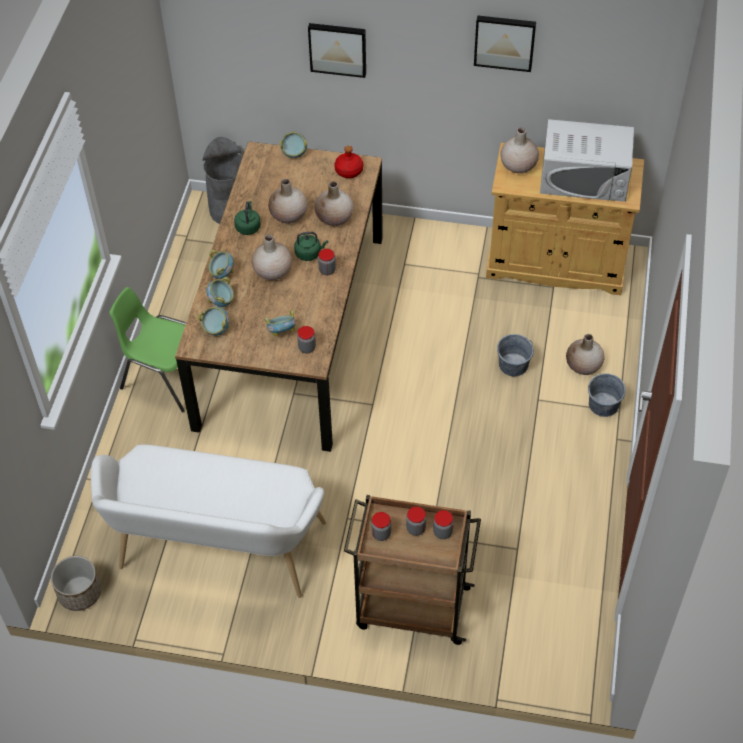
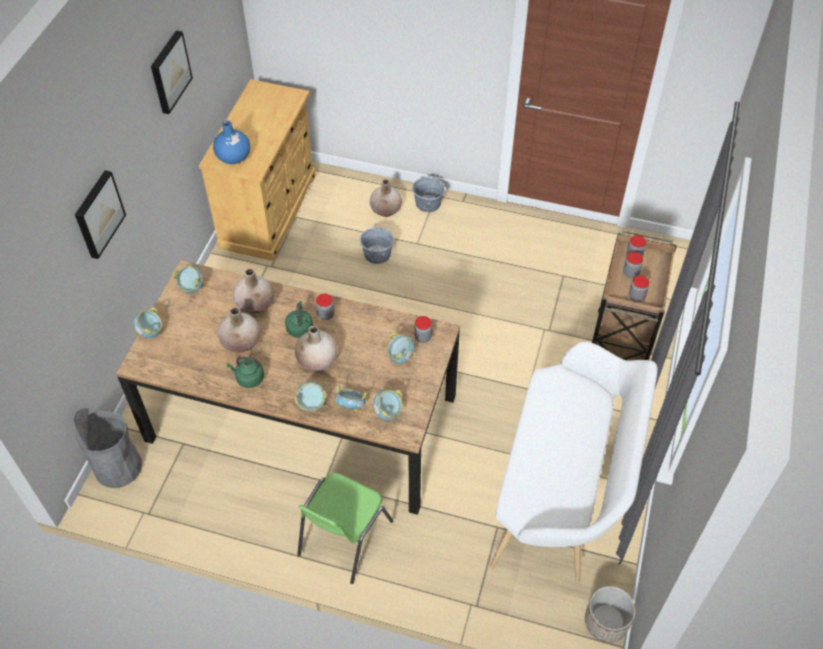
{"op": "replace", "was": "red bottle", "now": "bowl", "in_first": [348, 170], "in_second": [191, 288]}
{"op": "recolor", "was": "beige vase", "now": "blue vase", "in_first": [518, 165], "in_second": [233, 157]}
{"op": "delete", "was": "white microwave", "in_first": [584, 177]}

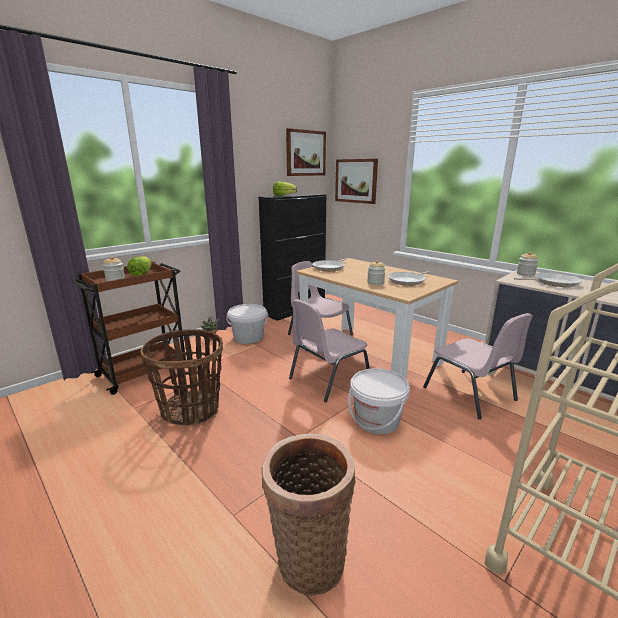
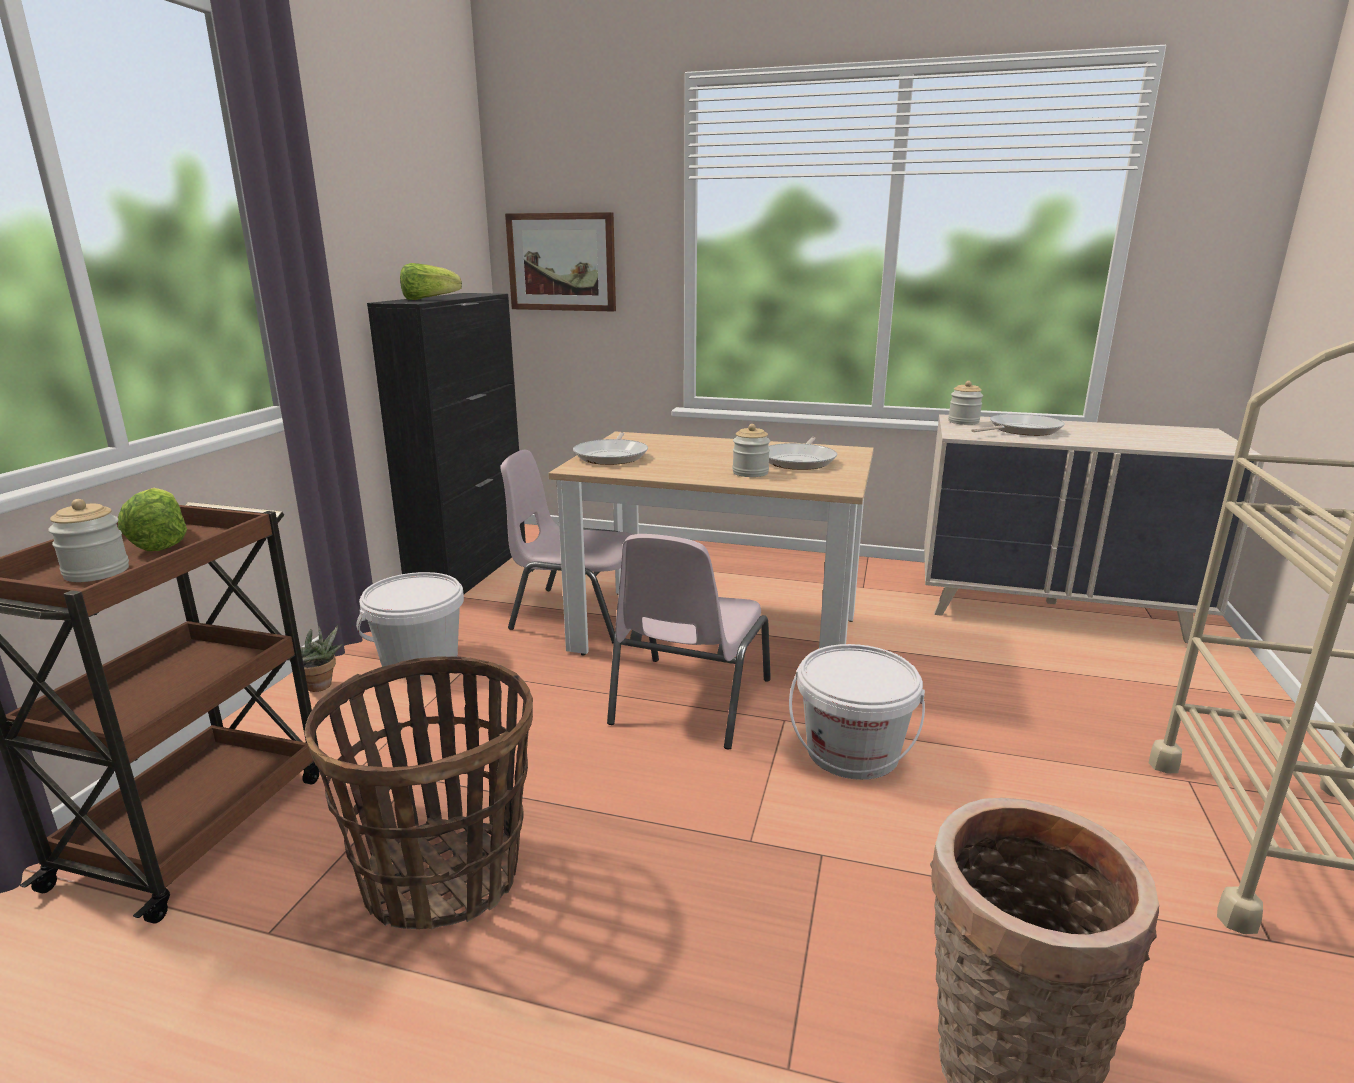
{"op": "delete", "was": "picture", "in_first": [305, 153]}
{"op": "delete", "was": "pink chair", "in_first": [470, 394]}

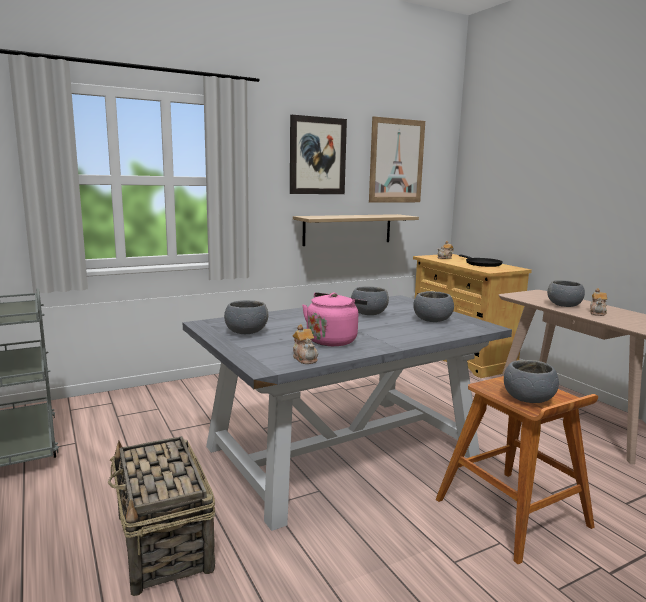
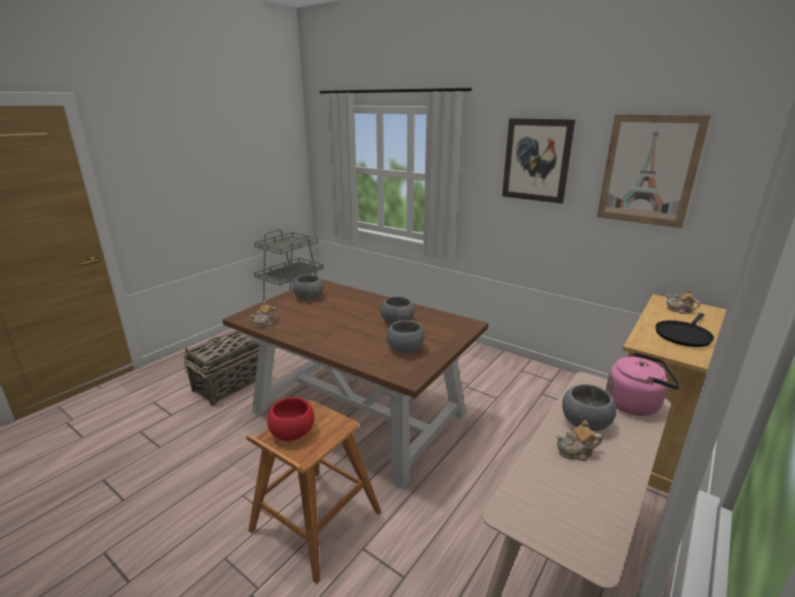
{"op": "recolor", "was": "grey dining table", "now": "brown dining table", "in_first": [343, 450], "in_second": [359, 412]}
{"op": "delete", "was": "shelf", "in_first": [347, 229]}
{"op": "move", "was": "pink kettle", "in_first": [333, 340], "in_second": [635, 404]}
{"op": "recolor", "was": "grey bowl", "now": "red bowl", "in_first": [528, 399], "in_second": [292, 433]}

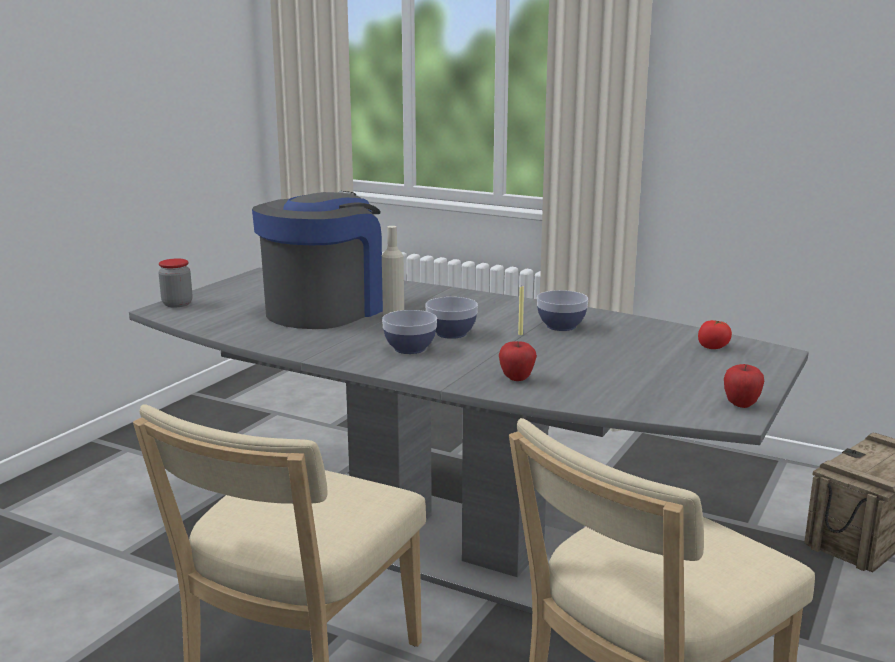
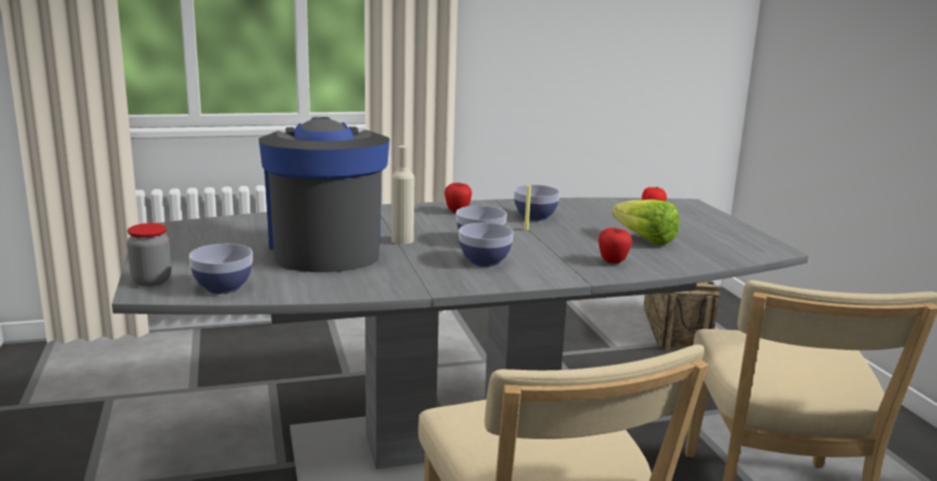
{"op": "move", "was": "apple", "in_first": [741, 405], "in_second": [457, 212]}
{"op": "insert", "now": "bowl", "in_second": [223, 287]}
{"op": "insert", "now": "lettuce", "in_second": [641, 238]}

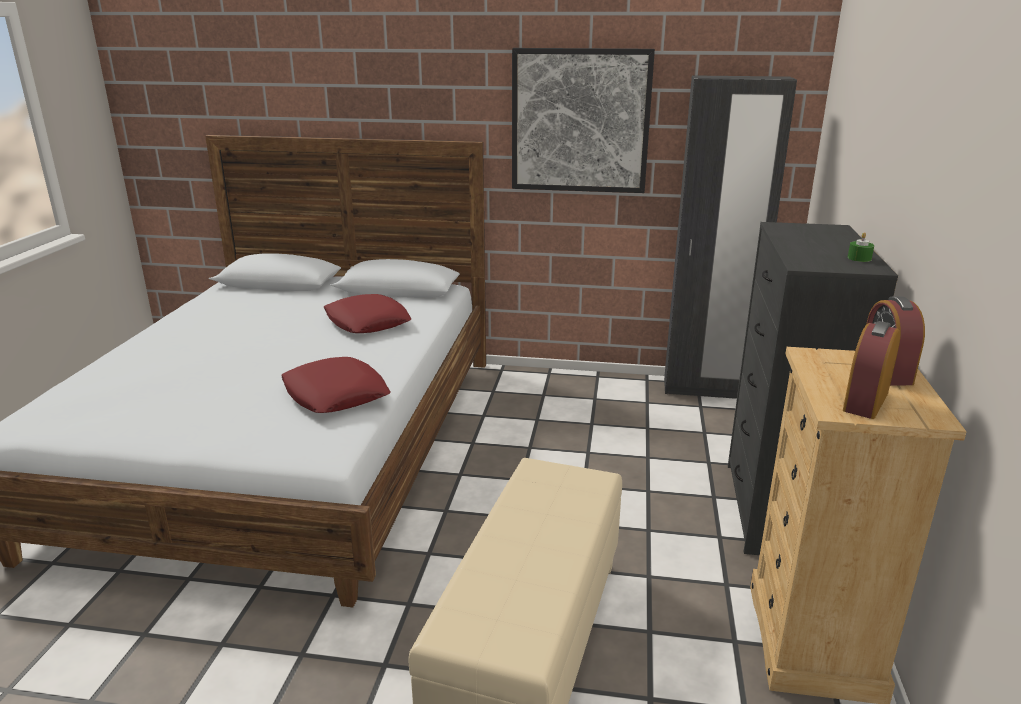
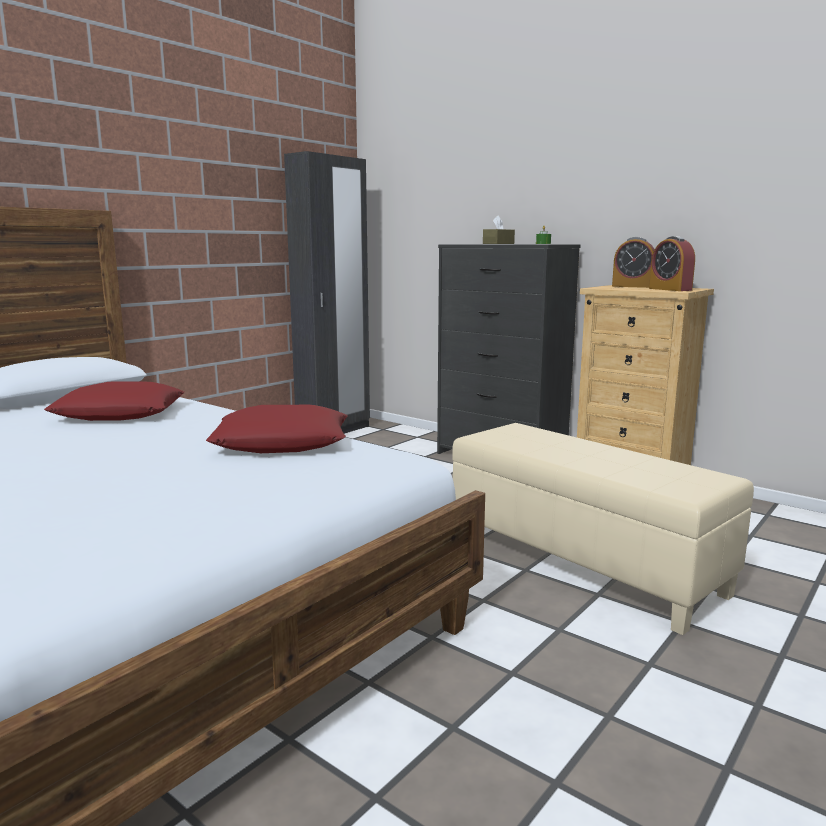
{"op": "delete", "was": "picture", "in_first": [580, 121]}
{"op": "insert", "now": "brown tissue box", "in_second": [498, 244]}

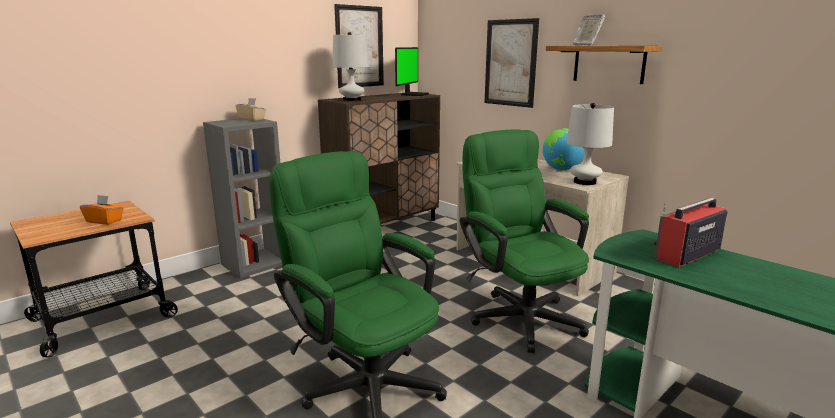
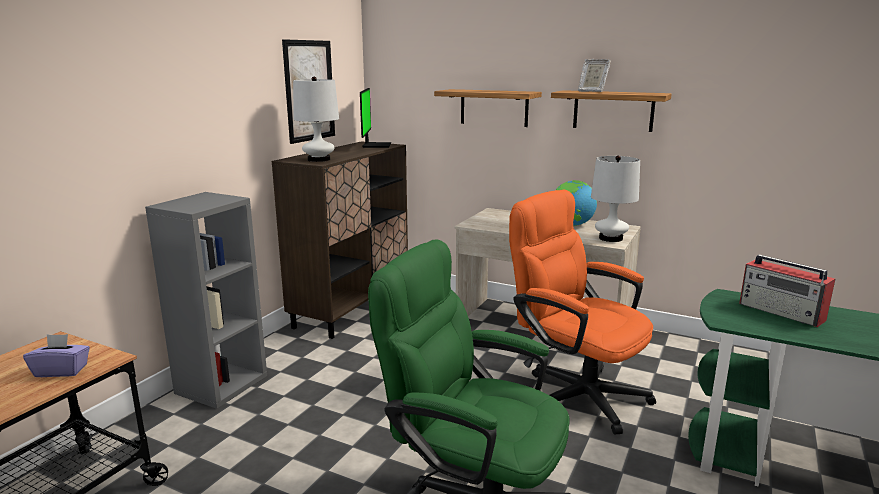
{"op": "recolor", "was": "orange tissue box", "now": "purple tissue box", "in_first": [104, 221], "in_second": [61, 371]}
{"op": "delete", "was": "beige tissue box", "in_first": [252, 119]}
{"op": "recolor", "was": "green office chair", "now": "orange office chair", "in_first": [519, 314], "in_second": [575, 392]}
{"op": "replace", "was": "picture", "now": "shelf", "in_first": [510, 63], "in_second": [494, 107]}
{"op": "rotate", "was": "radio", "in_first": [686, 254], "in_second": [782, 312], "clockwise": -75}

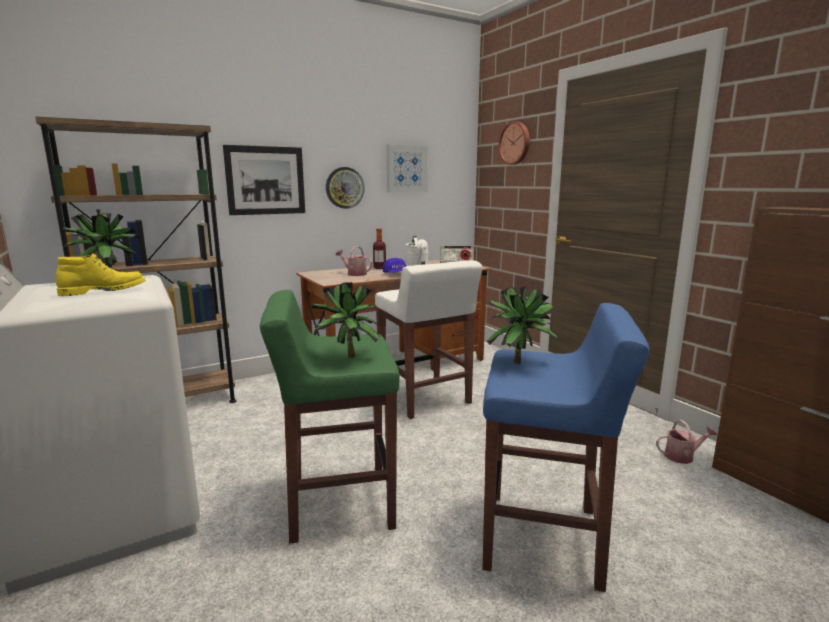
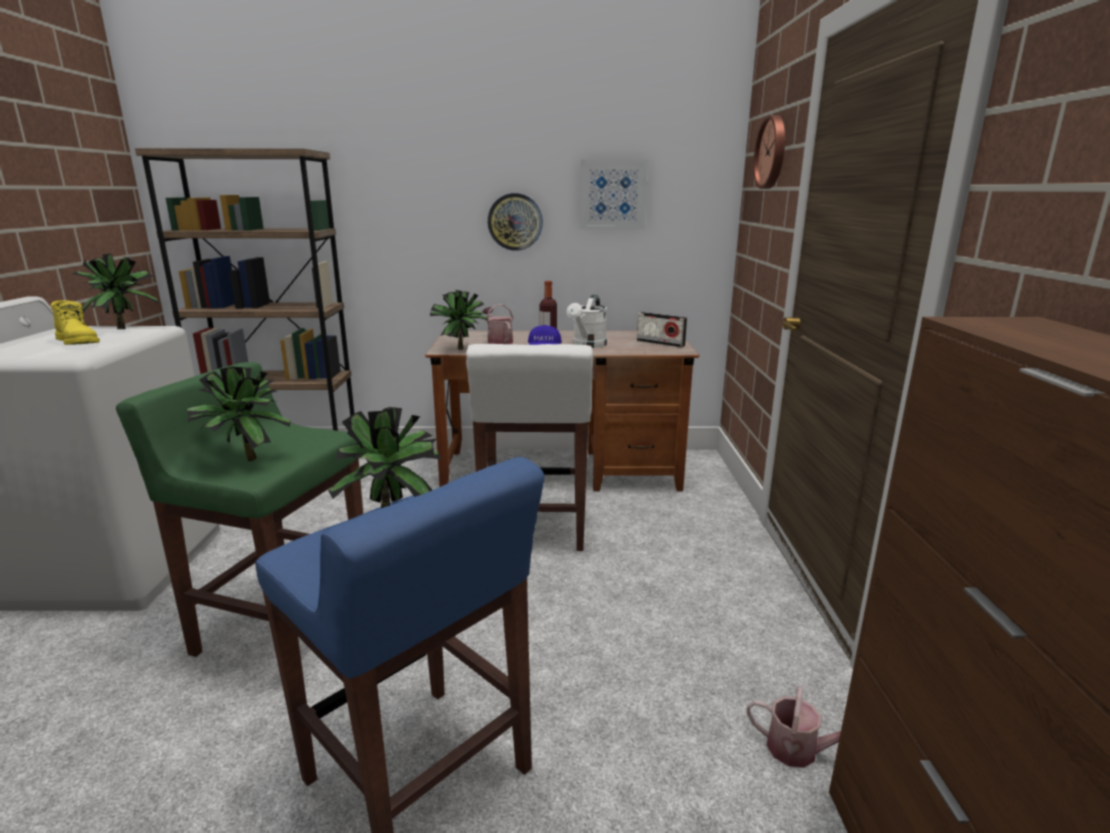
{"op": "rotate", "was": "yellow boot", "in_first": [104, 291], "in_second": [79, 342], "clockwise": 45}
{"op": "delete", "was": "picture", "in_first": [265, 180]}
{"op": "insert", "now": "potted plant", "in_second": [462, 350]}

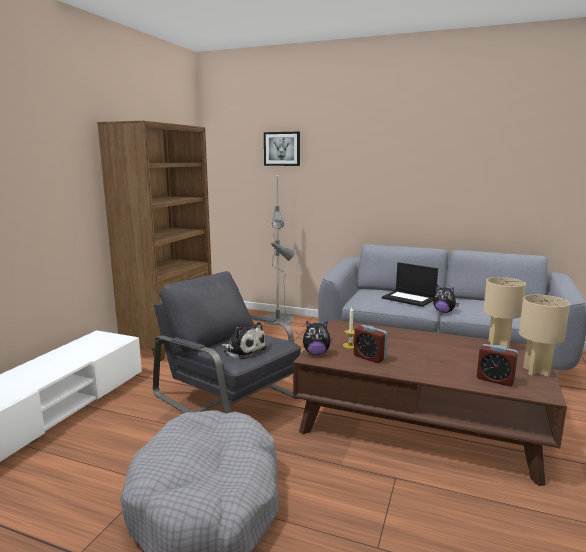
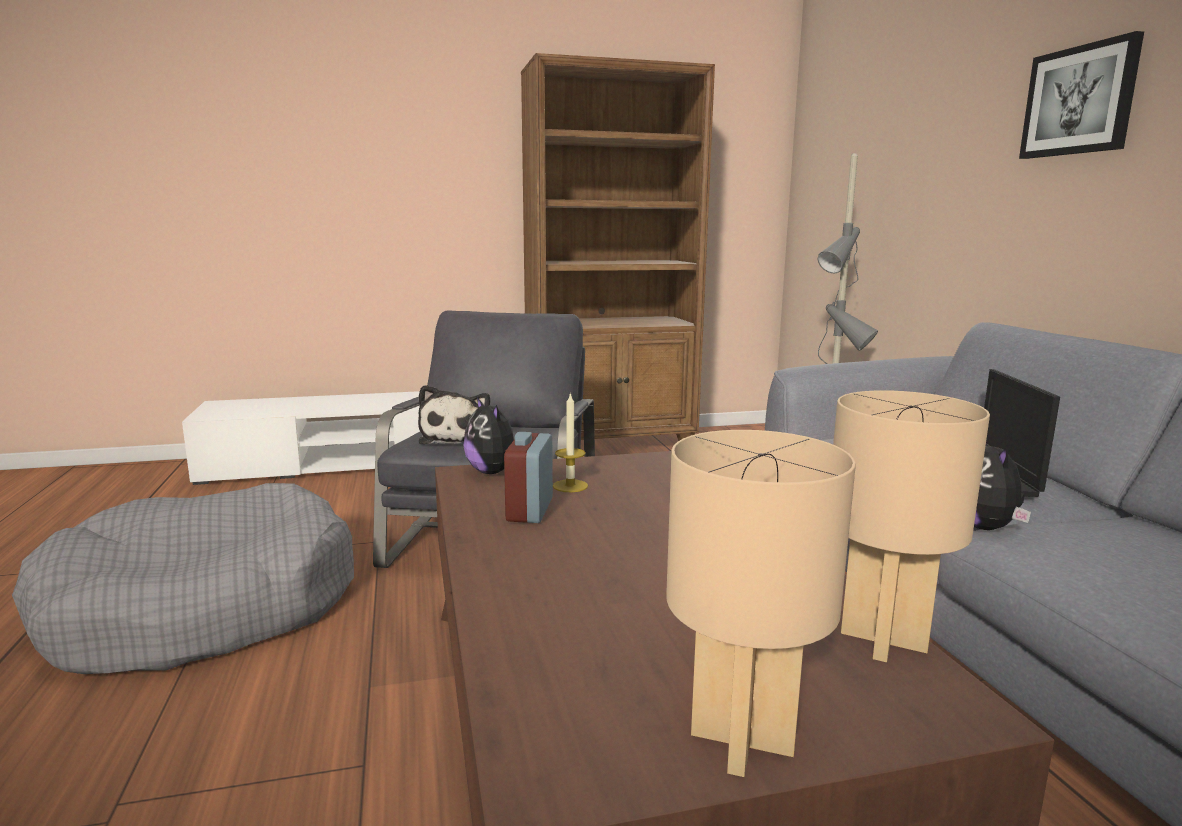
{"op": "move", "was": "picture", "in_first": [282, 149], "in_second": [1079, 101]}
{"op": "delete", "was": "alarm clock", "in_first": [495, 380]}

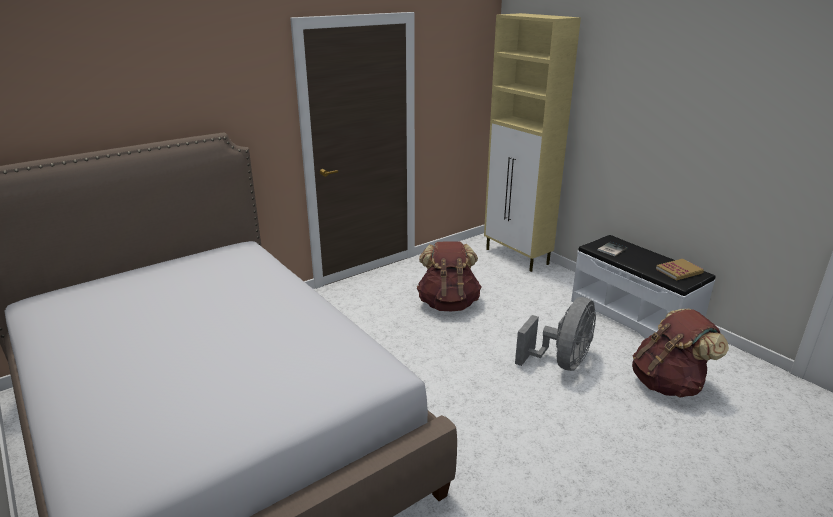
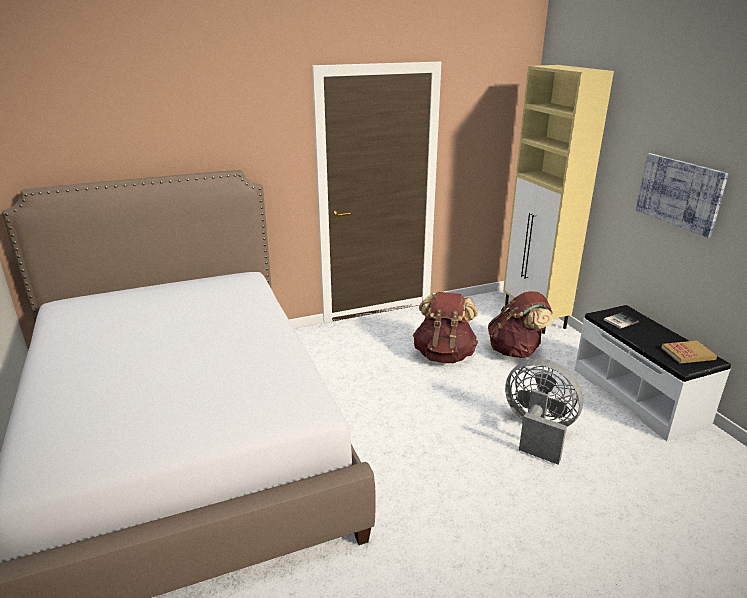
{"op": "rotate", "was": "grey fan", "in_first": [561, 362], "in_second": [538, 432], "clockwise": -105}
{"op": "move", "was": "brown backpack", "in_first": [668, 384], "in_second": [516, 351]}
{"op": "insert", "now": "picture", "in_second": [679, 193]}

